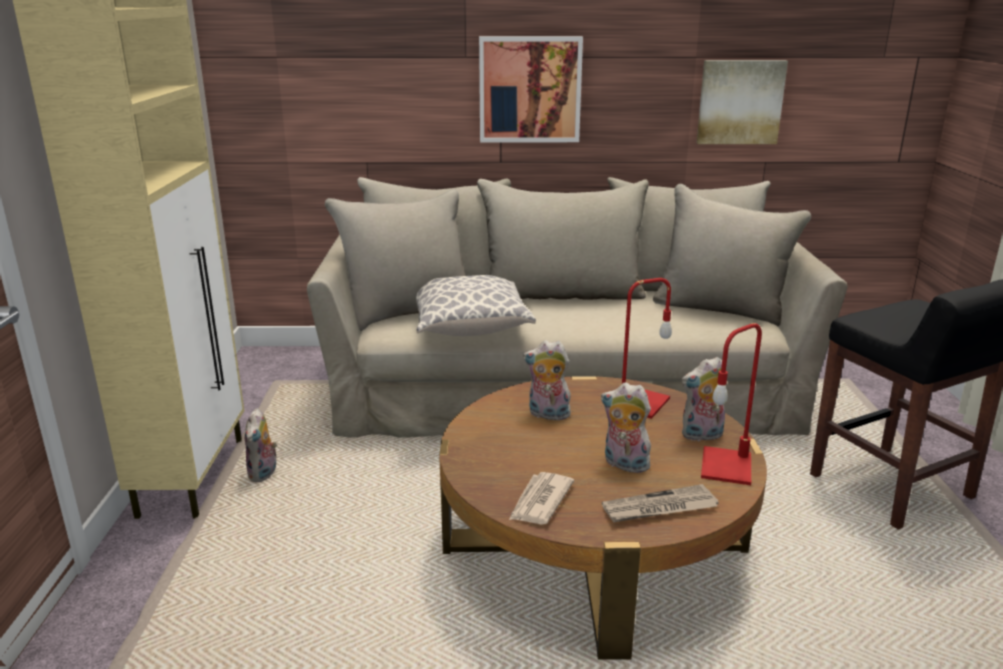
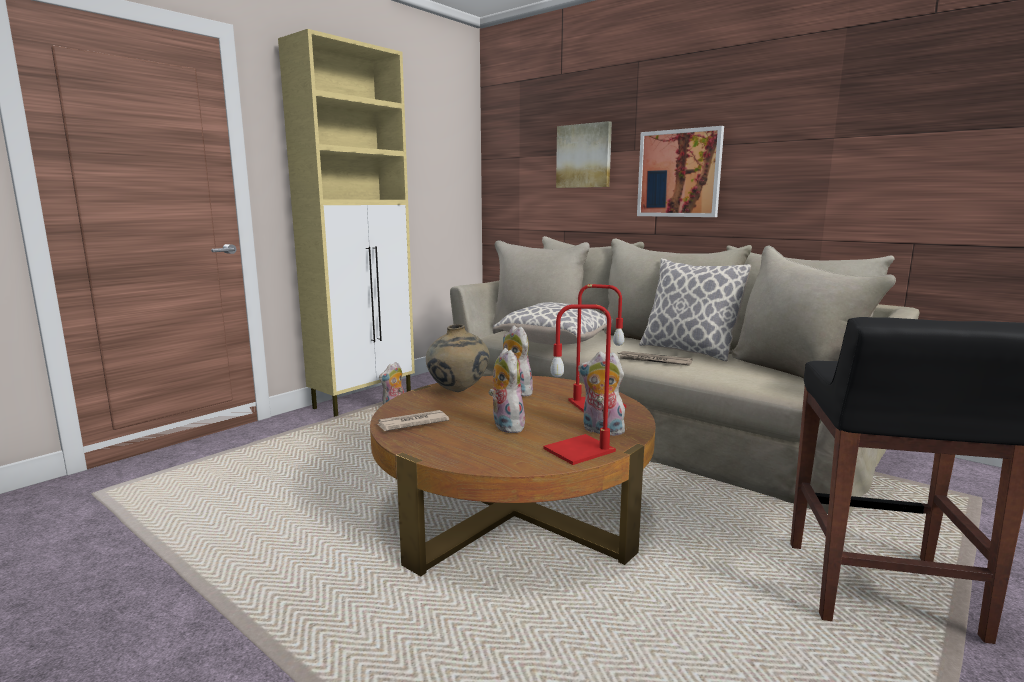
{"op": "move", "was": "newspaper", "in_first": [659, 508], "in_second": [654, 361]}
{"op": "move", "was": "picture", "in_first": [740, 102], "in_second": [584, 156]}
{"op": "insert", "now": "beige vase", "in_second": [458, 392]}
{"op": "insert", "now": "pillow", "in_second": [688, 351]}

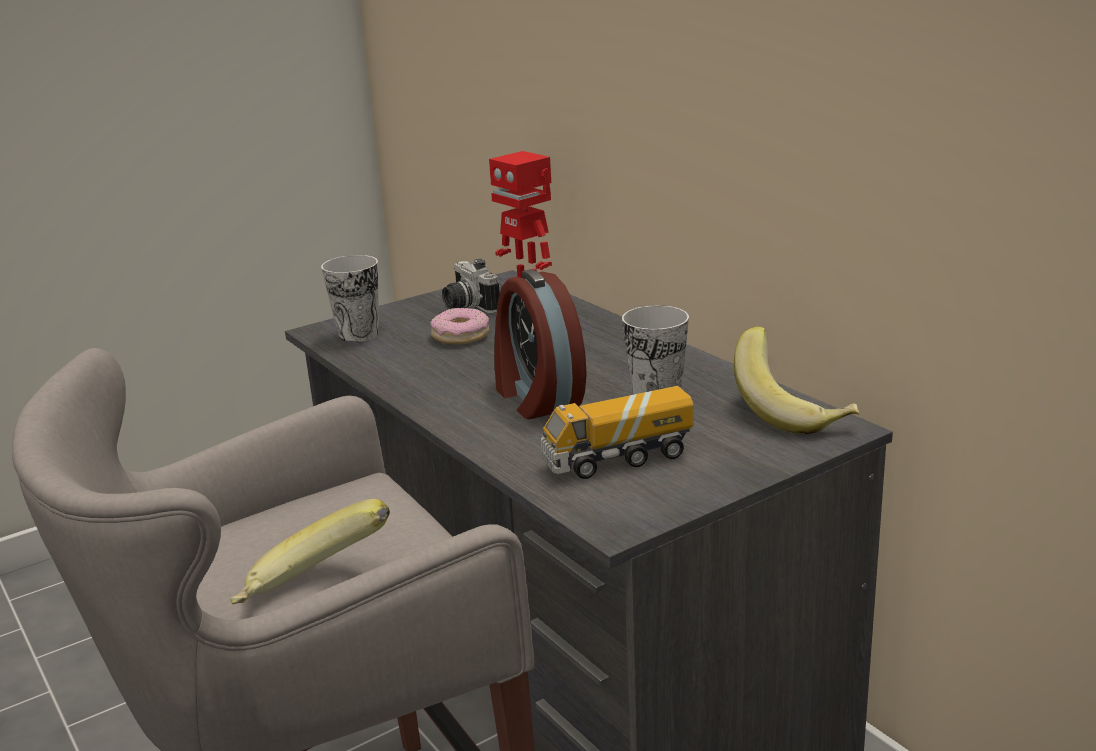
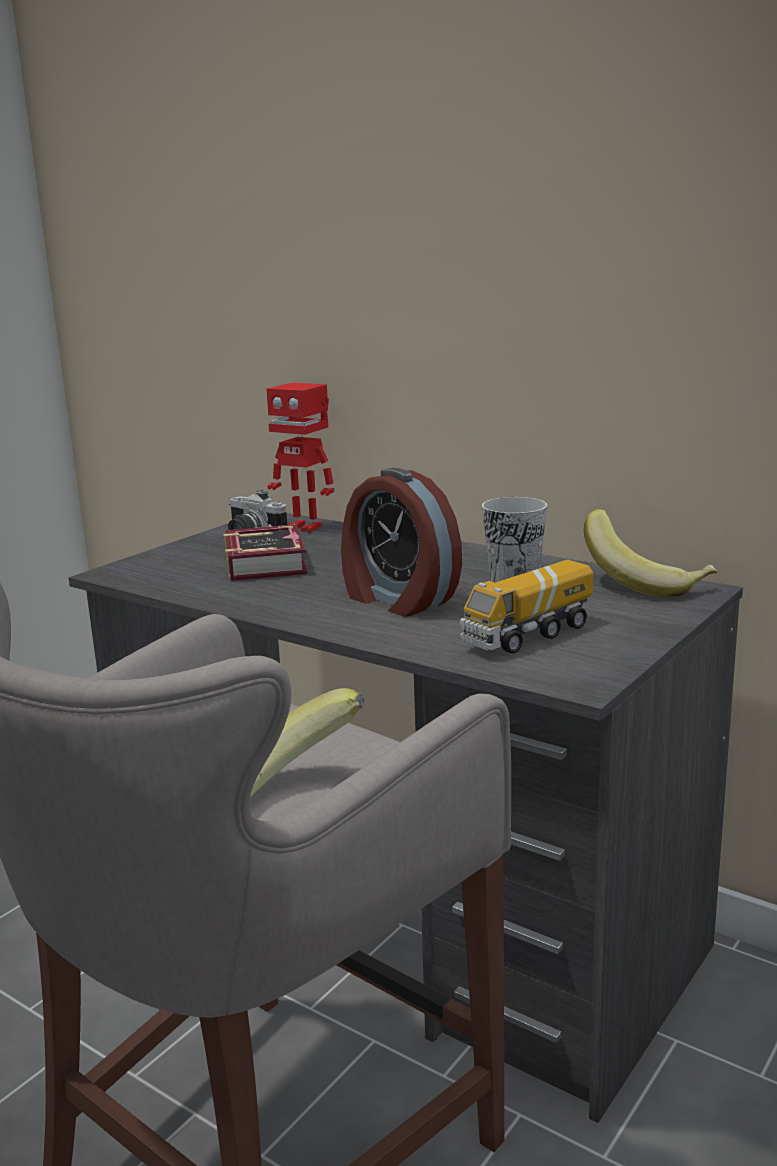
{"op": "delete", "was": "cup", "in_first": [358, 334]}
{"op": "replace", "was": "donut", "now": "book", "in_first": [460, 336], "in_second": [268, 562]}

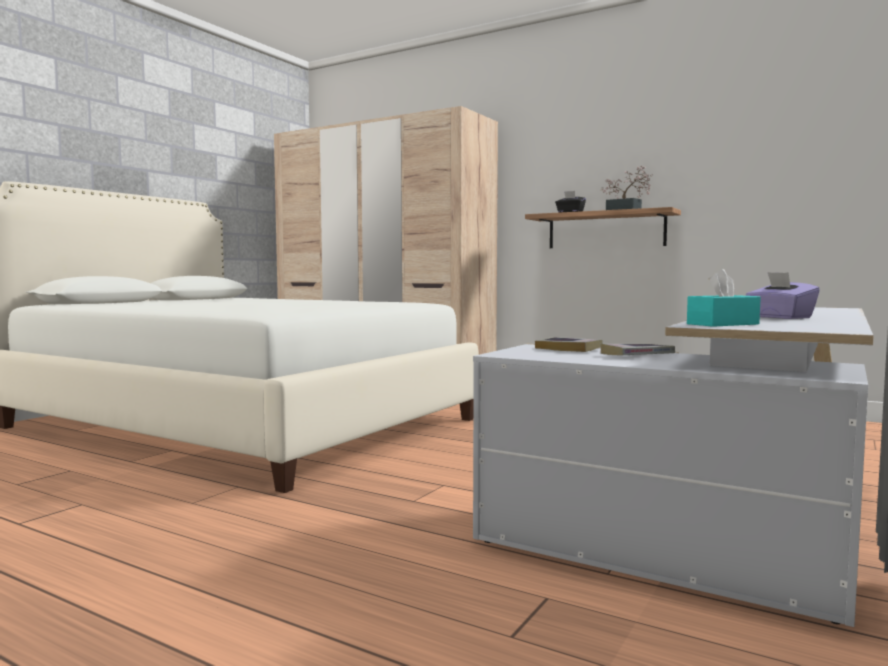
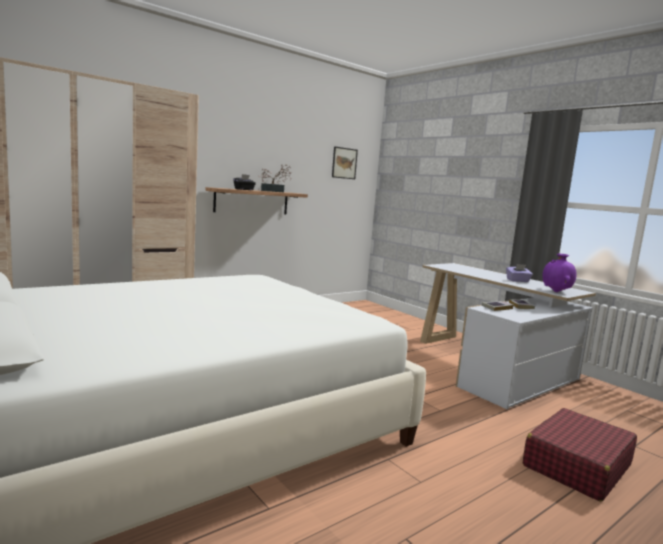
{"op": "replace", "was": "turquoise tissue box", "now": "purple vase", "in_first": [722, 324], "in_second": [556, 292]}
{"op": "insert", "now": "picture", "in_second": [344, 163]}
{"op": "insert", "now": "red suitcase", "in_second": [576, 465]}

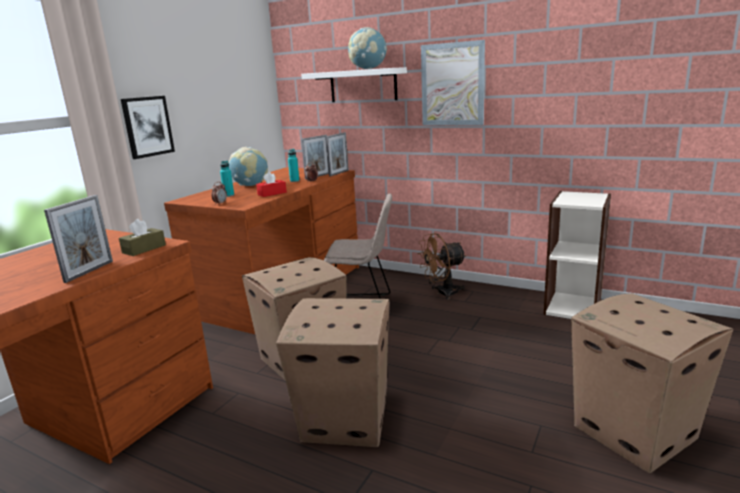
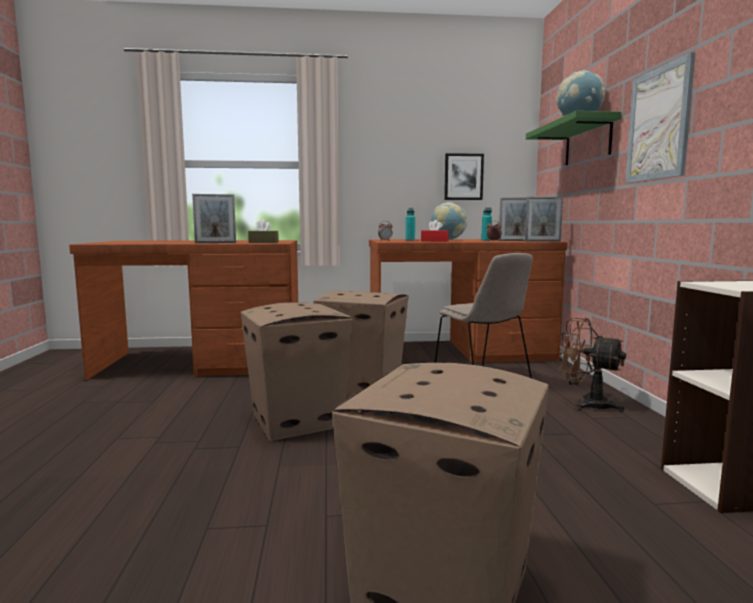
{"op": "move", "was": "picture", "in_first": [147, 126], "in_second": [463, 177]}
{"op": "recolor", "was": "white shelf", "now": "green shelf", "in_first": [363, 85], "in_second": [588, 142]}

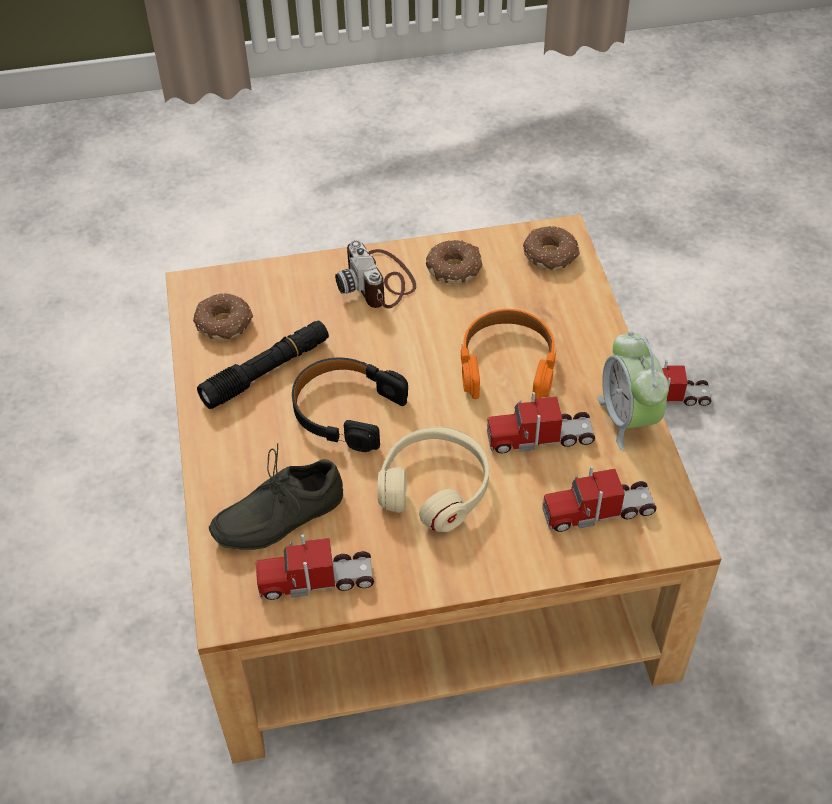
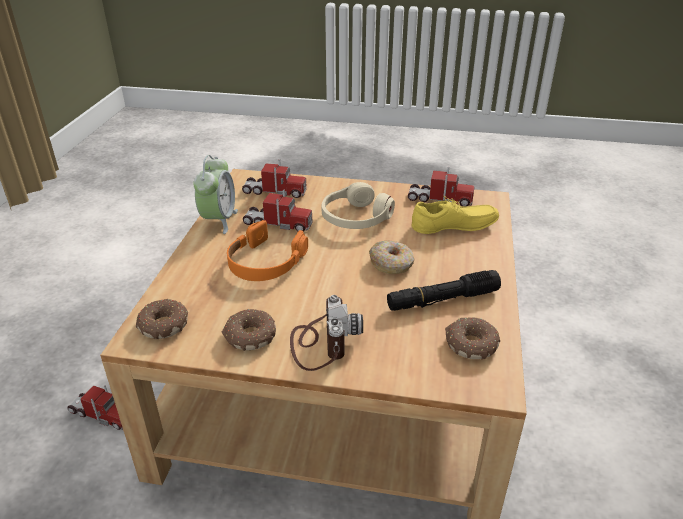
{"op": "recolor", "was": "grey shoe", "now": "yellow shoe", "in_first": [277, 513], "in_second": [455, 227]}
{"op": "replace", "was": "black headphones", "now": "donut", "in_first": [346, 410], "in_second": [391, 263]}

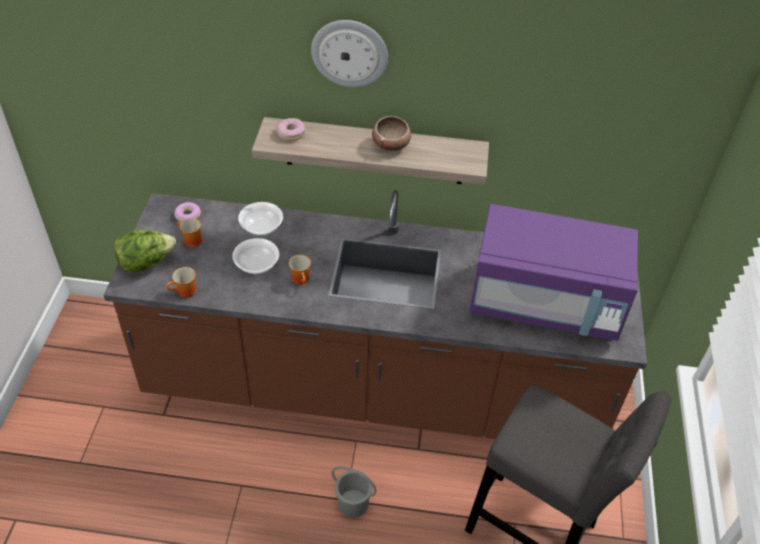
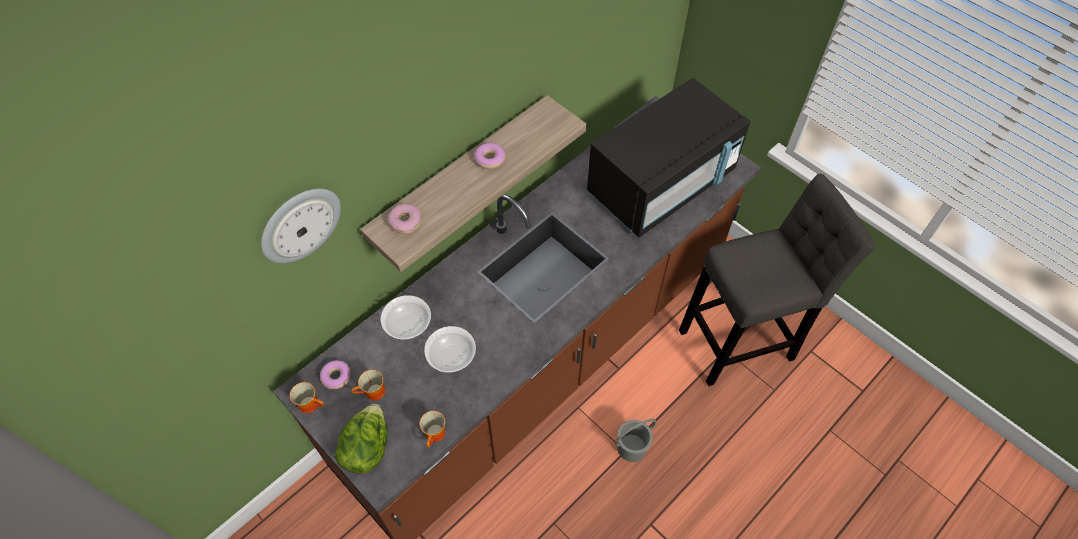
{"op": "move", "was": "mug", "in_first": [302, 279], "in_second": [311, 403]}
{"op": "move", "was": "wall clock", "in_first": [350, 52], "in_second": [300, 224]}
{"op": "replace", "was": "bowl", "now": "donut", "in_first": [391, 144], "in_second": [490, 159]}
{"op": "recolor", "was": "purple microwave", "now": "black microwave", "in_first": [545, 303], "in_second": [661, 184]}

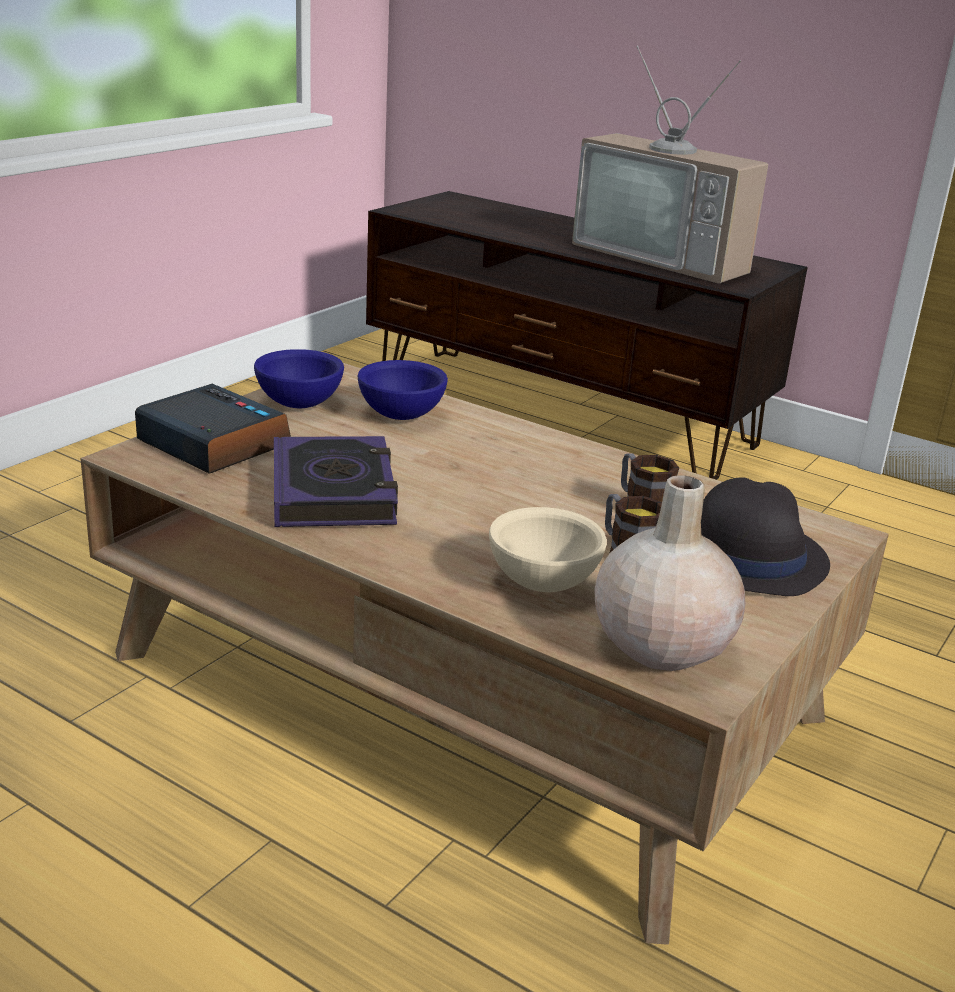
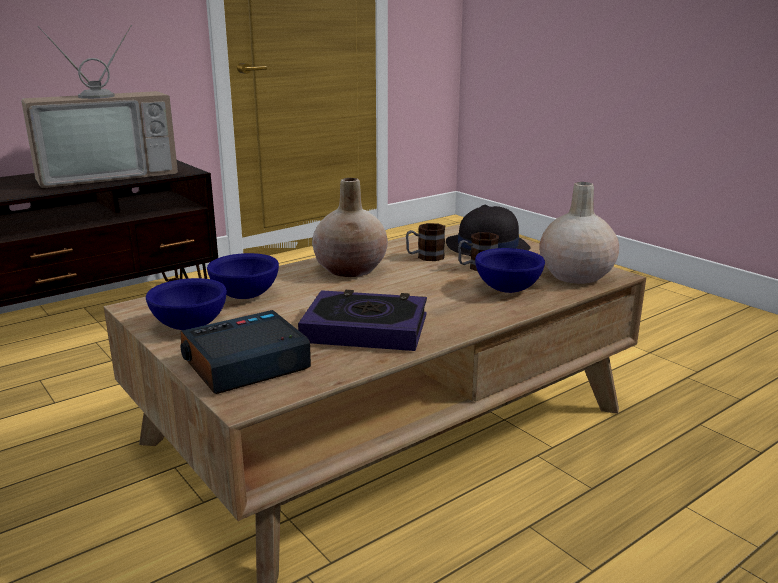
{"op": "recolor", "was": "beige bowl", "now": "blue bowl", "in_first": [544, 583], "in_second": [508, 289]}
{"op": "insert", "now": "beige vase", "in_second": [351, 270]}

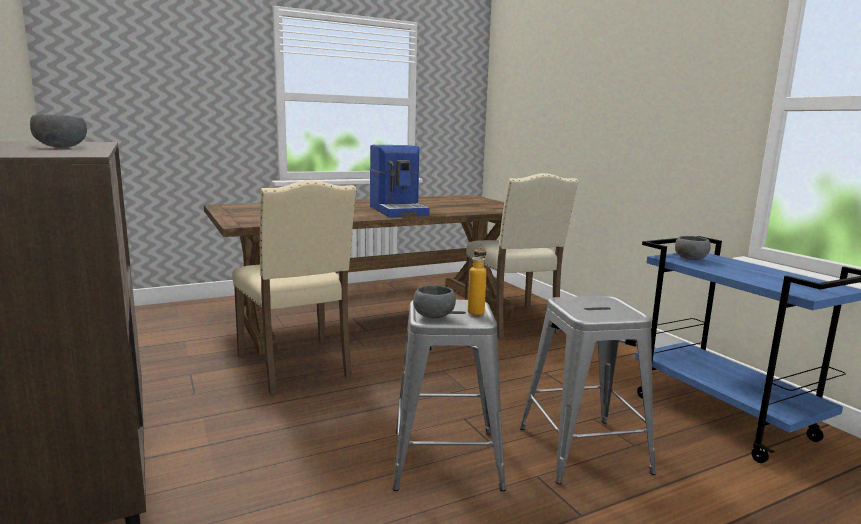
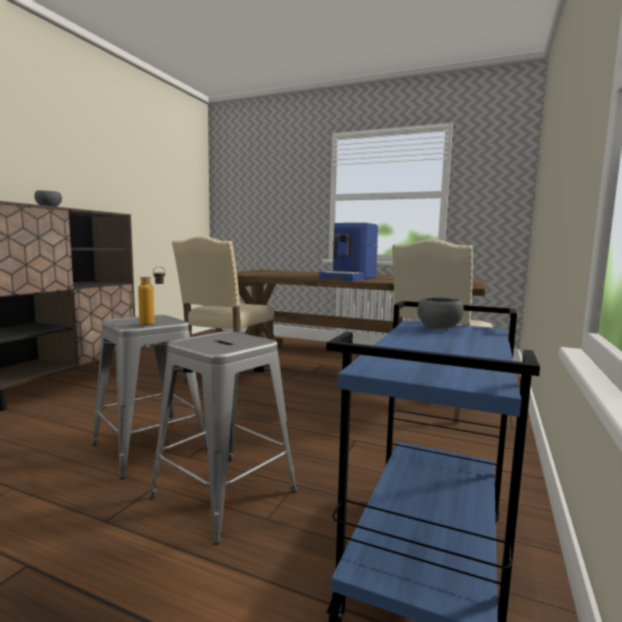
{"op": "delete", "was": "grey bowl", "in_first": [435, 316]}

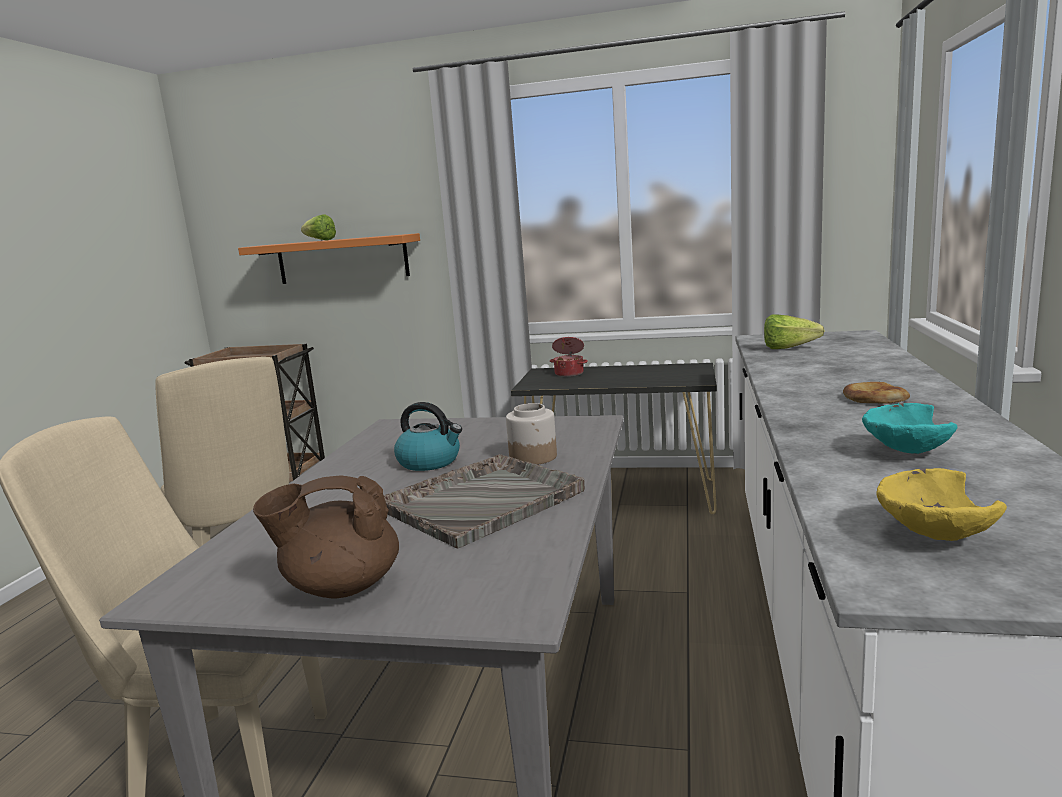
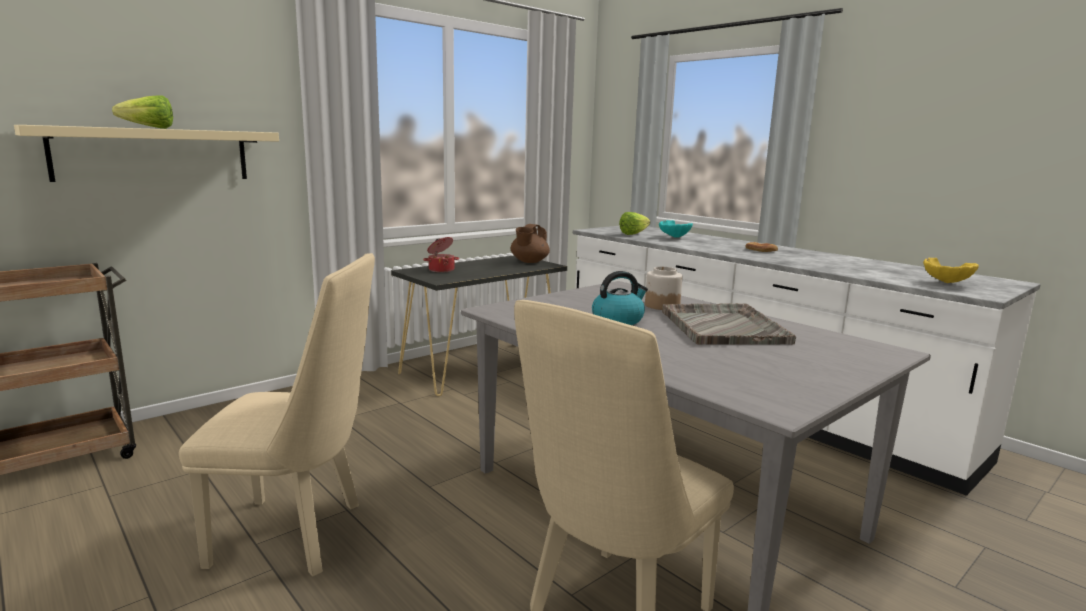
{"op": "recolor", "was": "orange shelf", "now": "beige shelf", "in_first": [342, 259], "in_second": [153, 154]}
{"op": "move", "was": "brown teapot", "in_first": [341, 586], "in_second": [529, 262]}
{"op": "move", "was": "turquoise bowl", "in_first": [904, 452], "in_second": [674, 237]}

